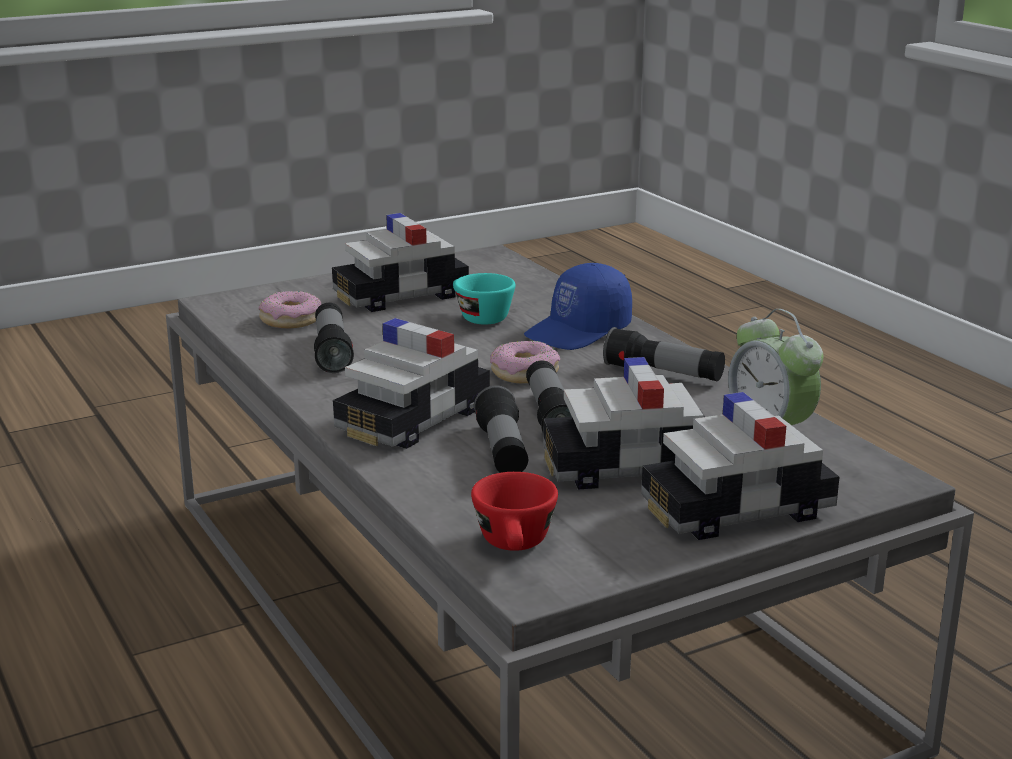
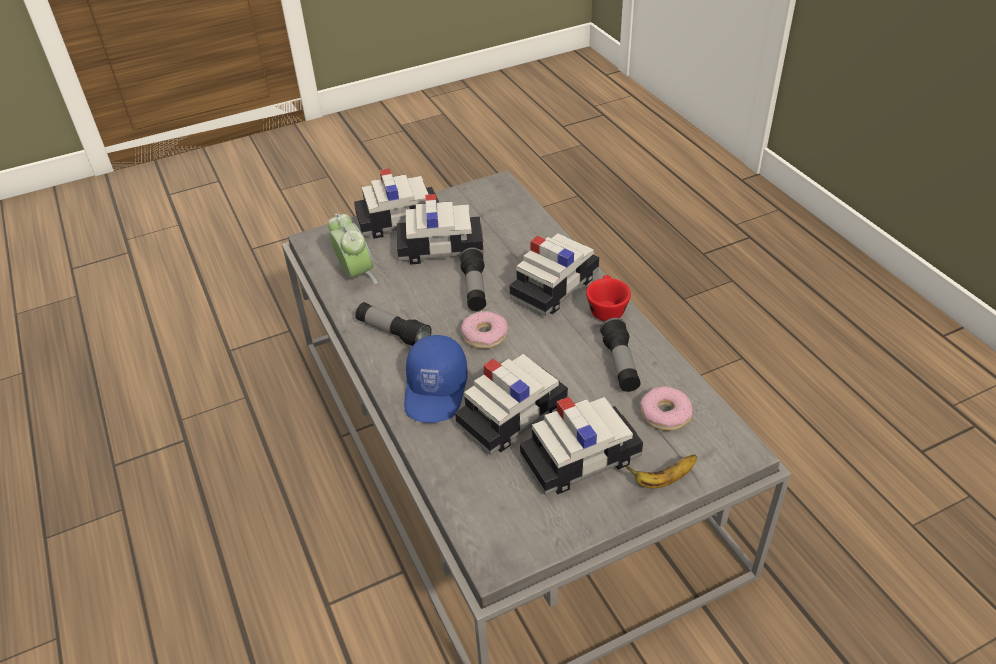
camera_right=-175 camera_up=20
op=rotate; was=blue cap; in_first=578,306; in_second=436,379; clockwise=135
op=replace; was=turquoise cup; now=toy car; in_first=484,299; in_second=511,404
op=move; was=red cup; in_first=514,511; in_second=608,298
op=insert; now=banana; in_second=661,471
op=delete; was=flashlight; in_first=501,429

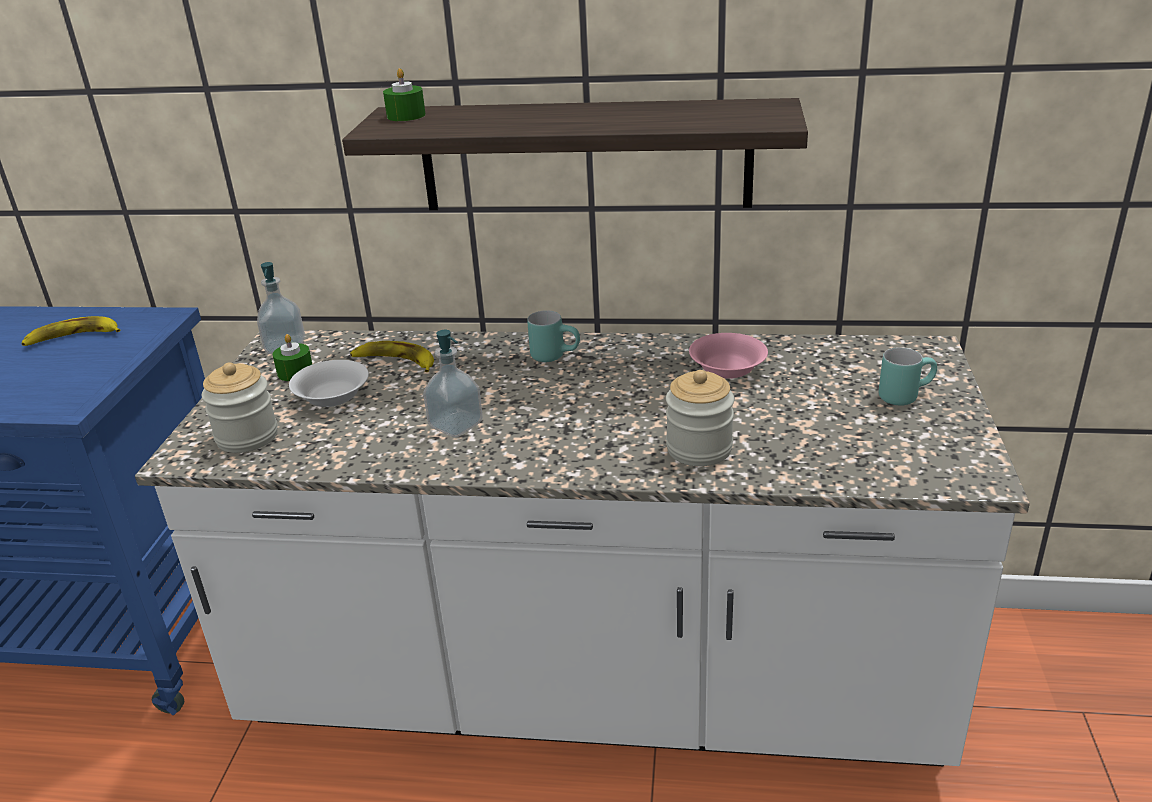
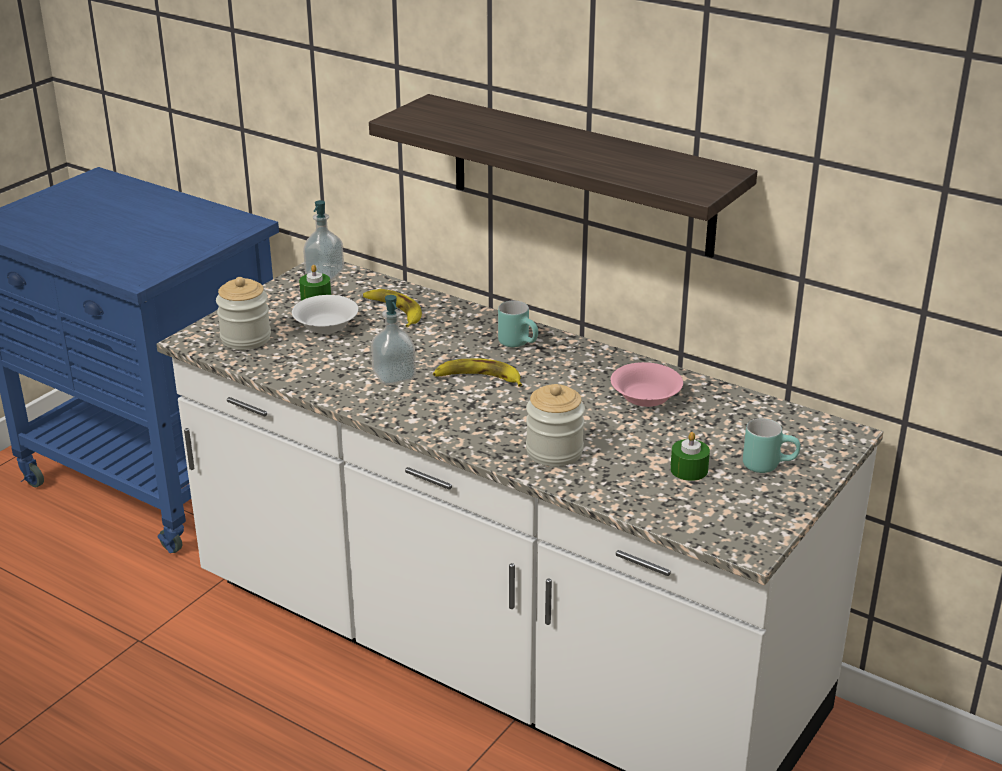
camera_right=25 camera_up=0
op=move; was=banana; in_first=71,331; in_second=477,372
op=move; was=green candle; in_first=404,94; in_second=690,456

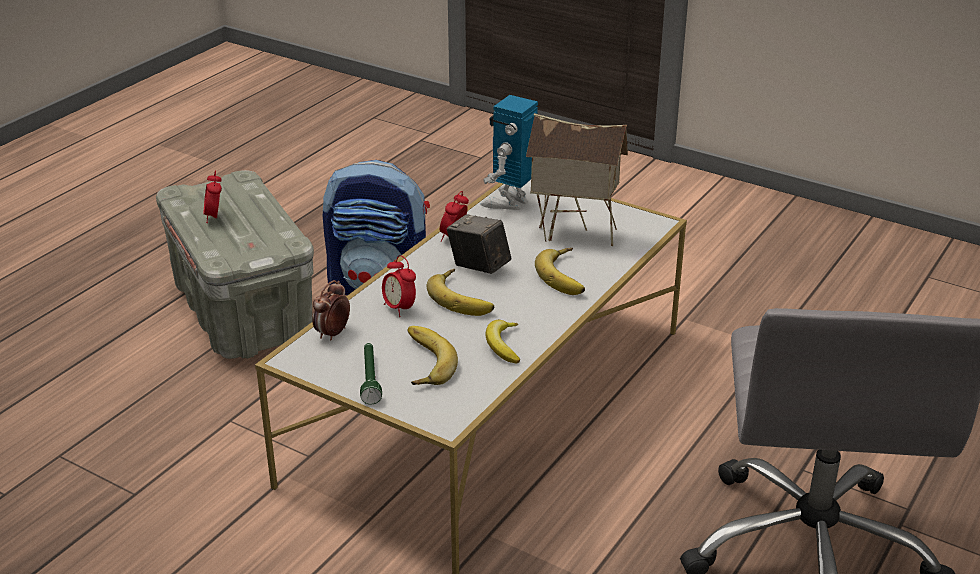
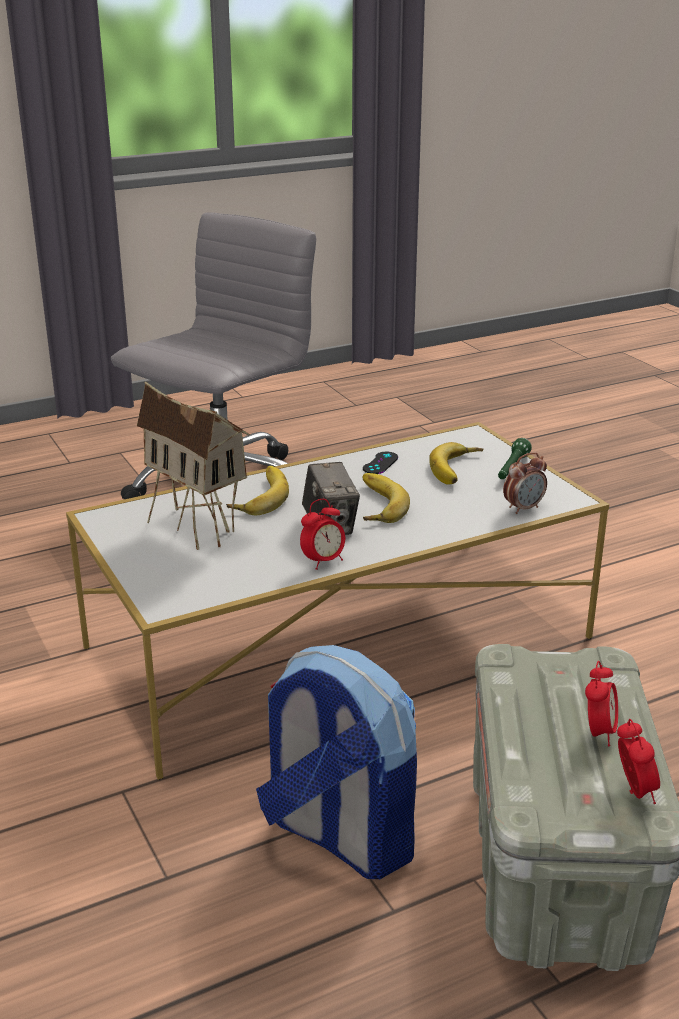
camera_right=-150 camera_up=-5
op=replace; was=banana; now=black game controller; in_first=502,342; in_second=380,463
op=move; was=alarm clock; in_first=399,286; in_second=638,761
op=delete; was=toy robot; in_first=509,152

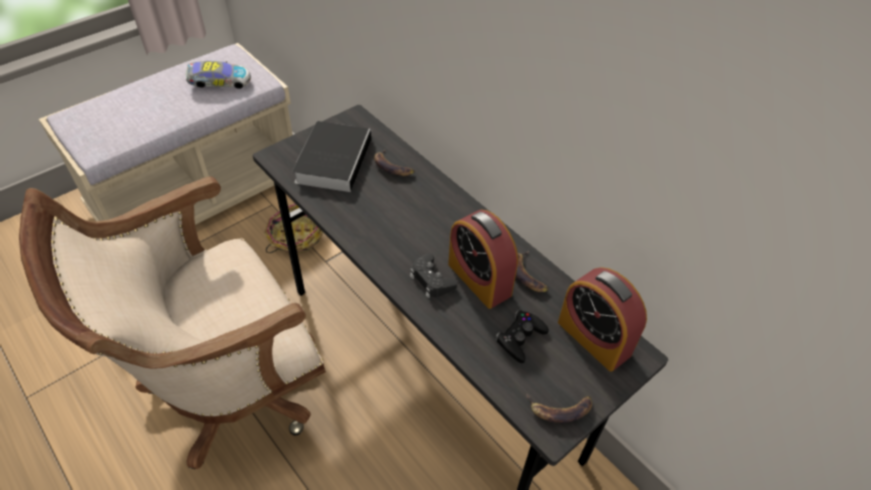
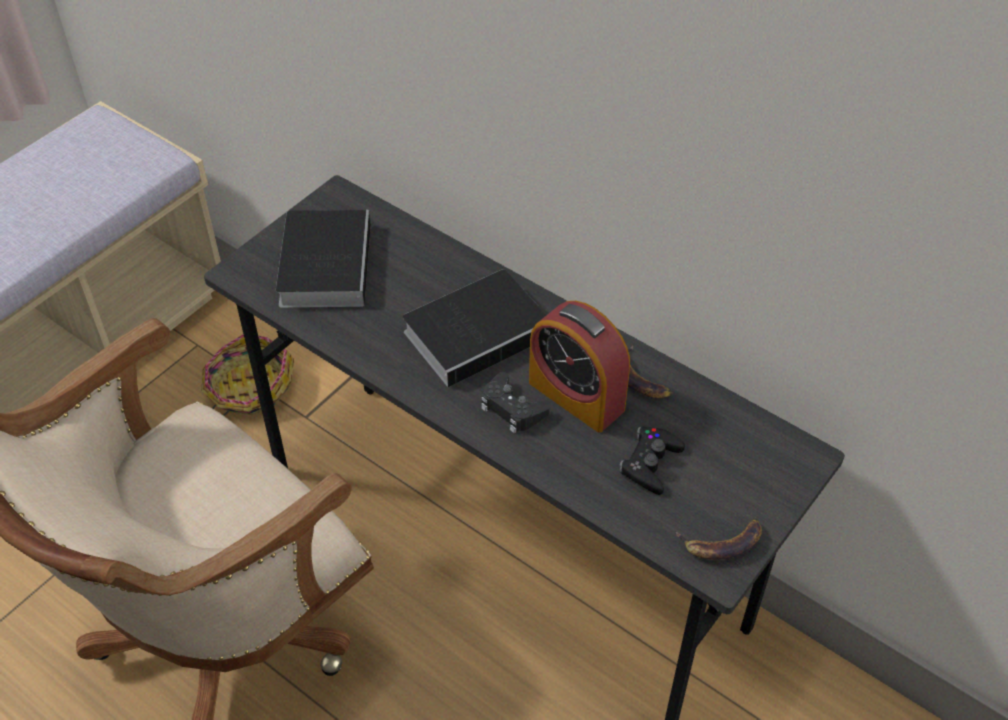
camera_right=-10 camera_up=0
op=insert; now=book; in_second=474,328
op=delete; was=toy car; in_first=218,75
op=delete; was=banana; in_first=394,163
op=delete; was=alarm clock; in_first=602,319

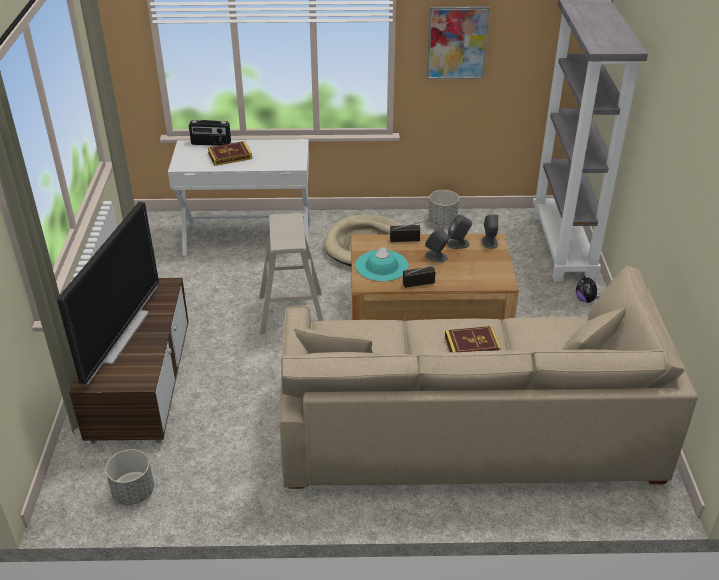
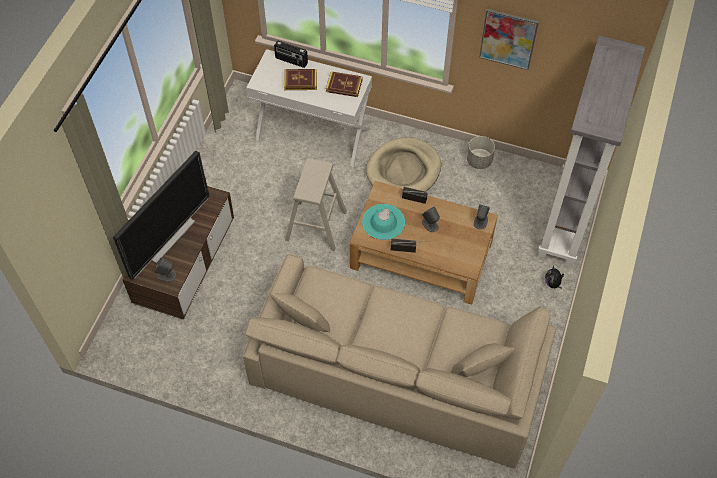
camera_right=20 camera_up=20
op=move; was=grey speaker; in_first=459,231; in_second=165,269
op=move; was=book; in_first=473,339; in_second=344,84
op=delete; was=grey planter; in_first=129,477

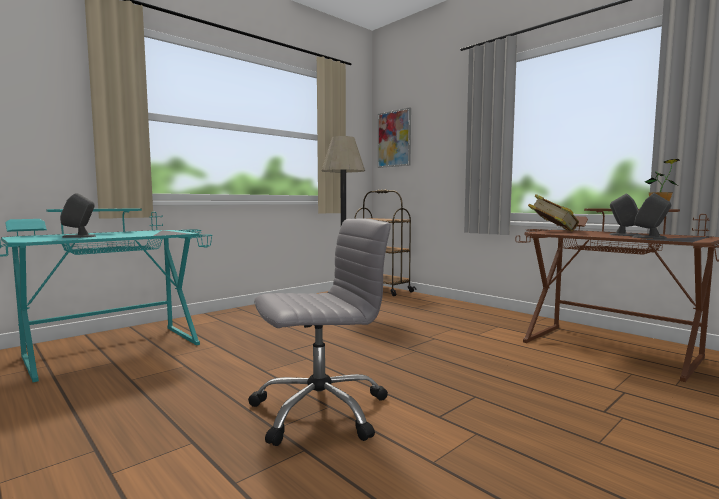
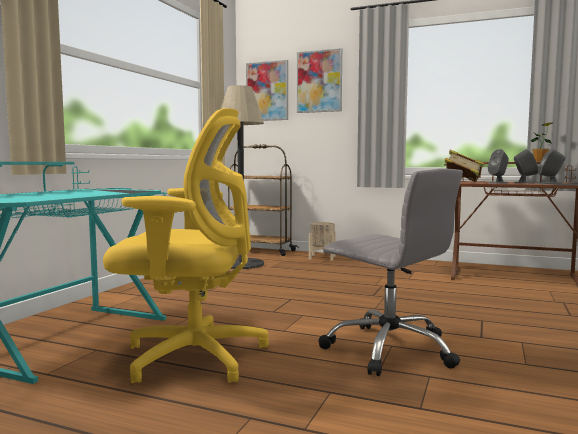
camera_right=-25 camera_up=0
op=insert; now=yellow office chair; in_second=186,245
op=insert; now=picture; in_second=319,80
op=insert; now=beige planter; in_second=322,241
op=rotate; was=grey office chair; in_first=319,332; in_second=390,272; clockwise=90
op=move; was=grey speaker; in_first=78,215; in_second=498,166

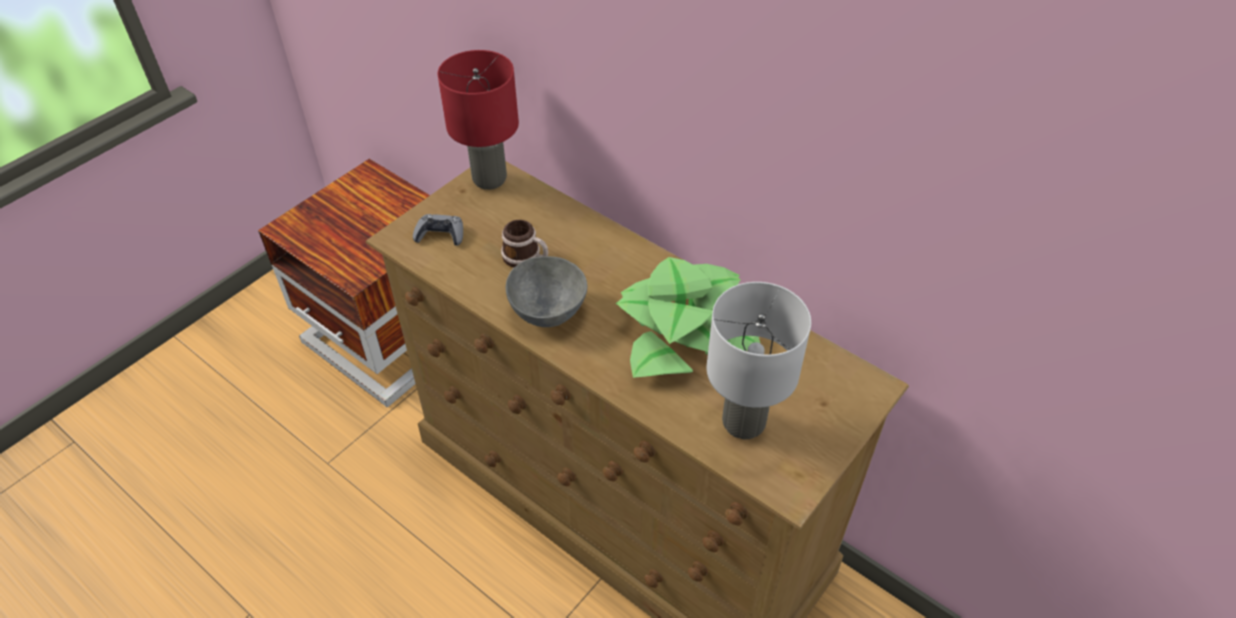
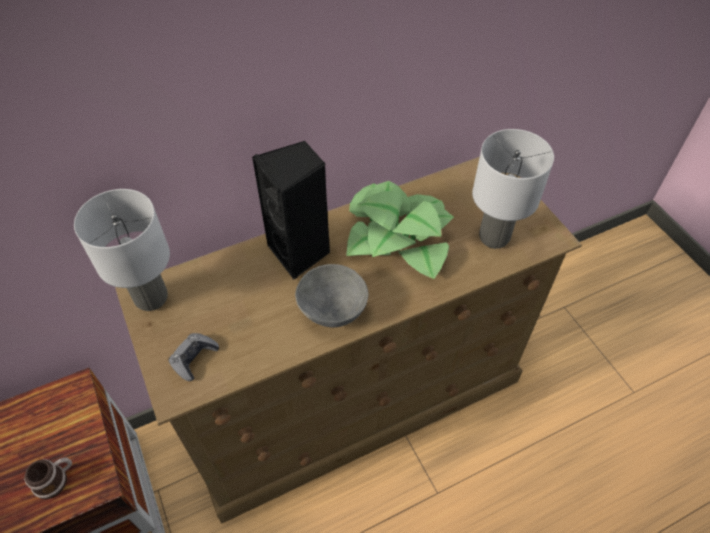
camera_right=-65 camera_up=5
op=move; was=mug; in_first=524,243; in_second=48,478
op=recolor; was=red table lamp; now=white table lamp; in_first=478,120; in_second=122,250
op=insert; now=black speaker; in_second=291,210

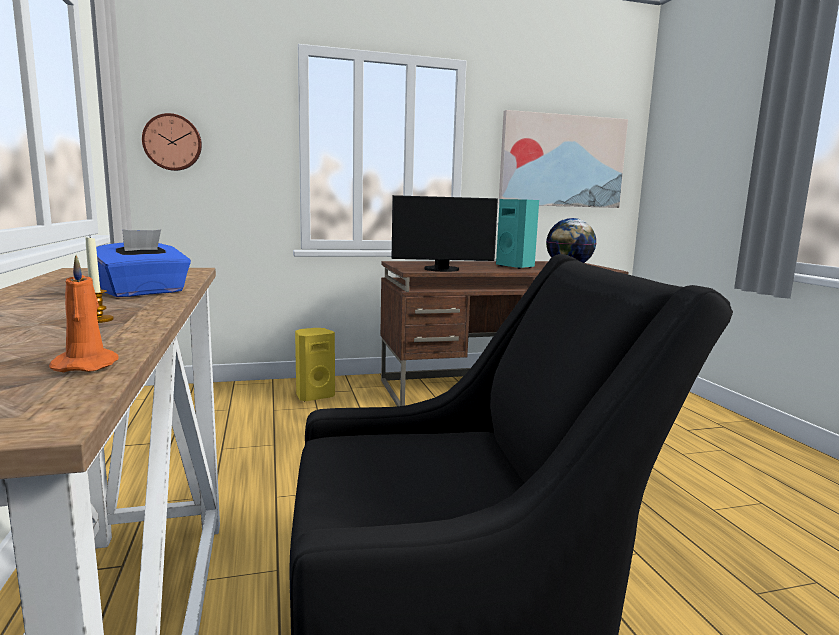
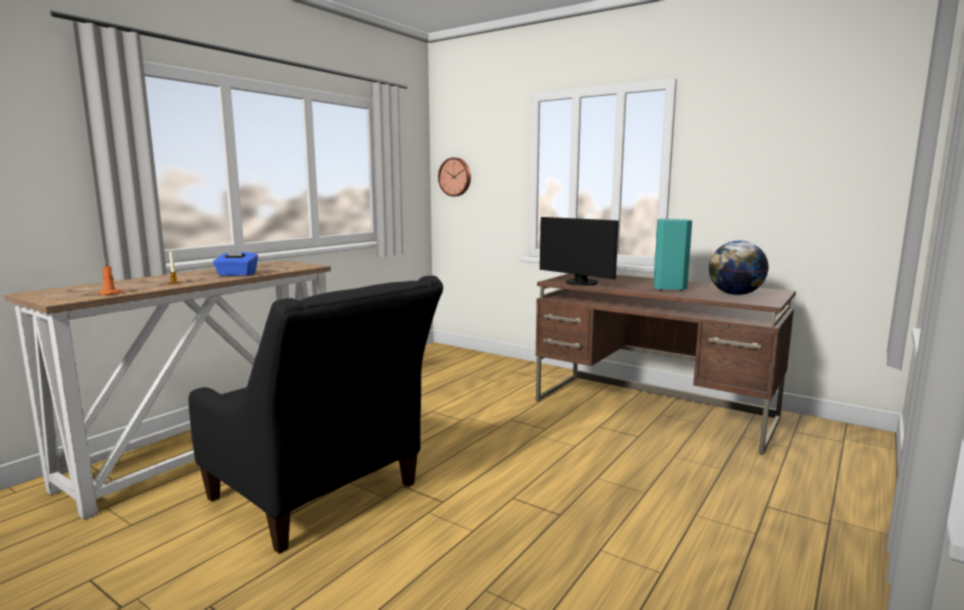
camera_right=50 camera_up=0
op=delete; was=yellow speaker; in_first=315,364
op=delete; was=picture; in_first=563,159

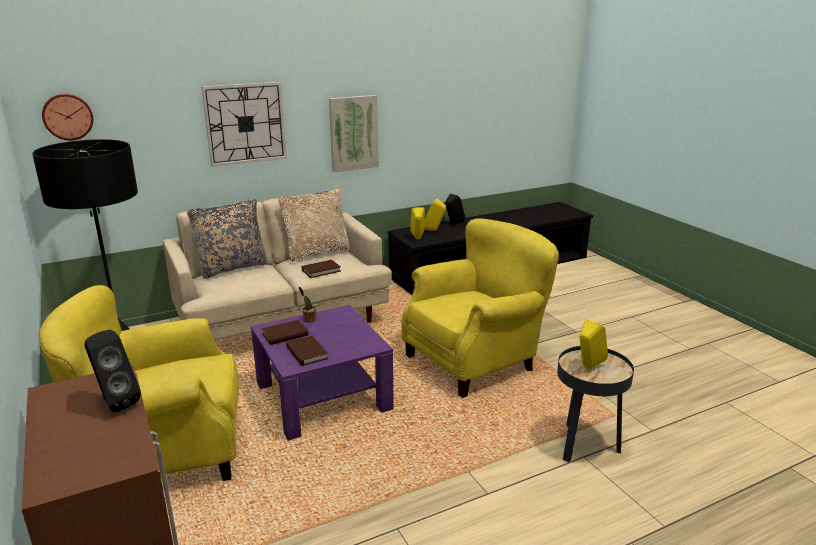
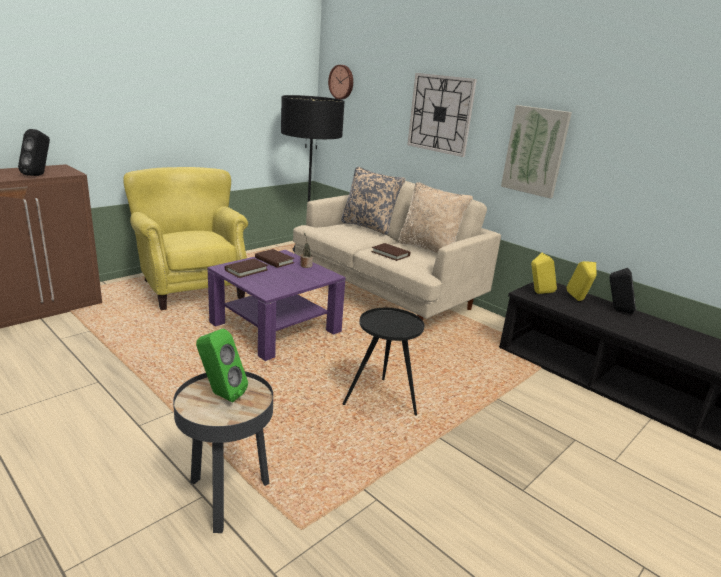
camera_right=70 camera_up=0
op=recolor; was=yellow speaker; now=green speaker; in_first=594,344; in_second=222,365
op=replace; was=yellow armchair; now=black side table; in_first=480,308; in_second=383,362

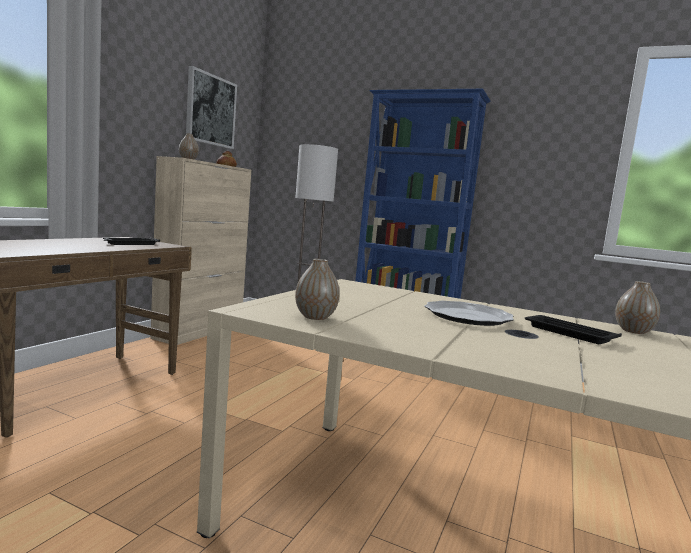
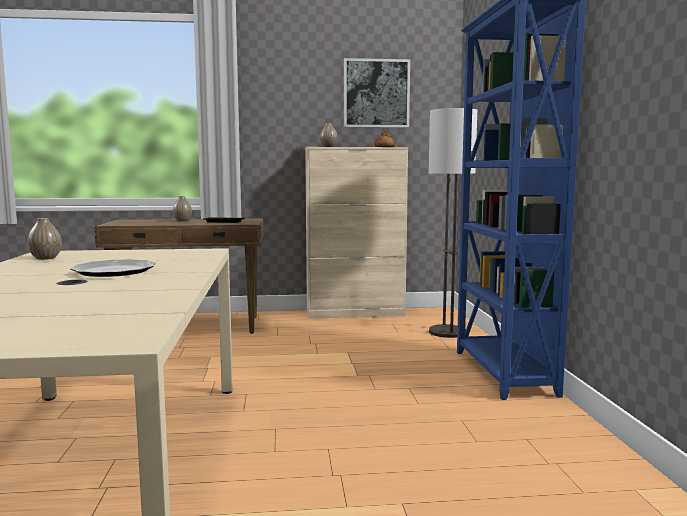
camera_right=60 camera_up=0
op=move; was=vase; in_first=637,307; in_second=182,208
op=delete; was=black tray; in_first=573,329

